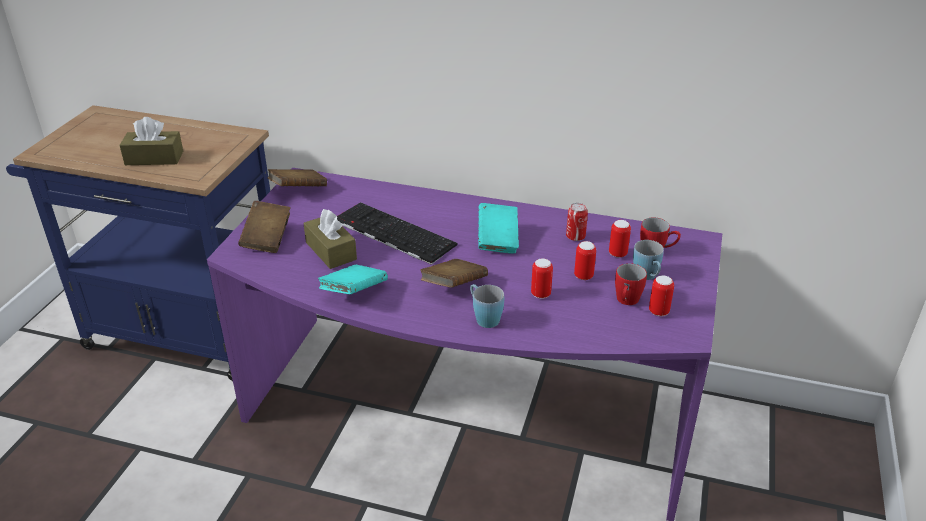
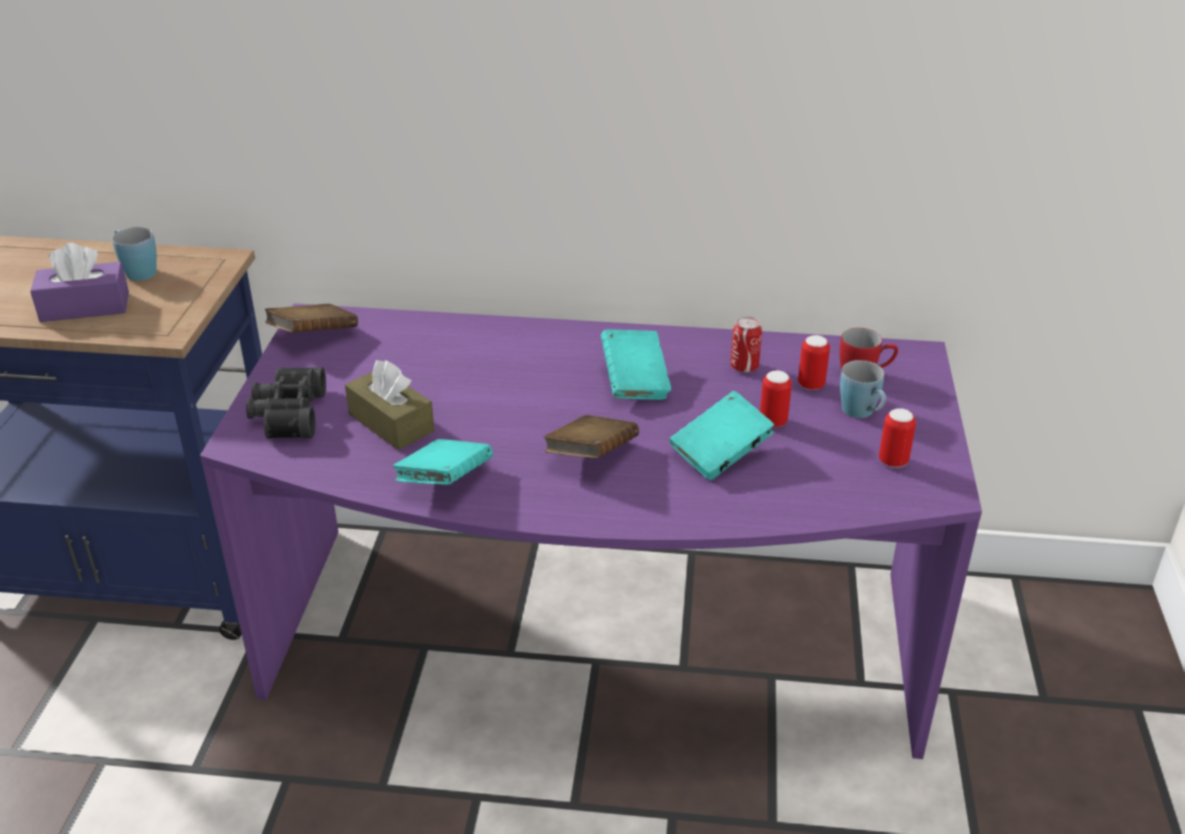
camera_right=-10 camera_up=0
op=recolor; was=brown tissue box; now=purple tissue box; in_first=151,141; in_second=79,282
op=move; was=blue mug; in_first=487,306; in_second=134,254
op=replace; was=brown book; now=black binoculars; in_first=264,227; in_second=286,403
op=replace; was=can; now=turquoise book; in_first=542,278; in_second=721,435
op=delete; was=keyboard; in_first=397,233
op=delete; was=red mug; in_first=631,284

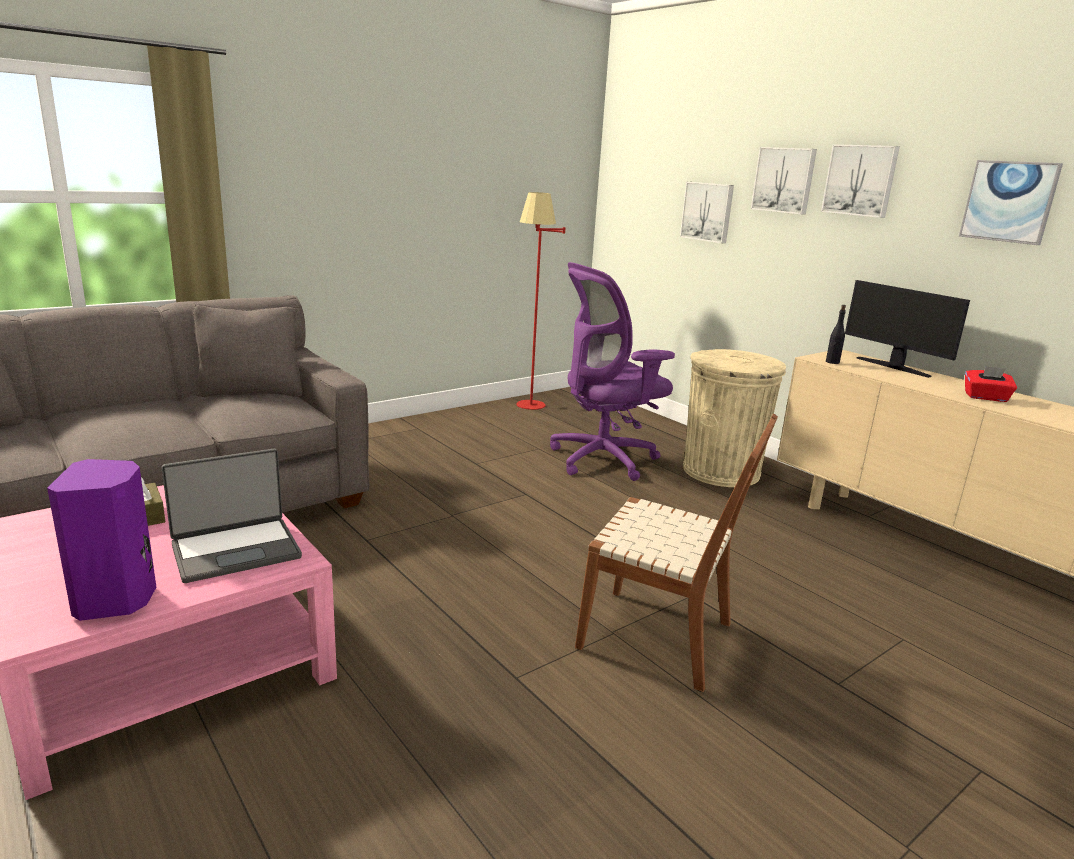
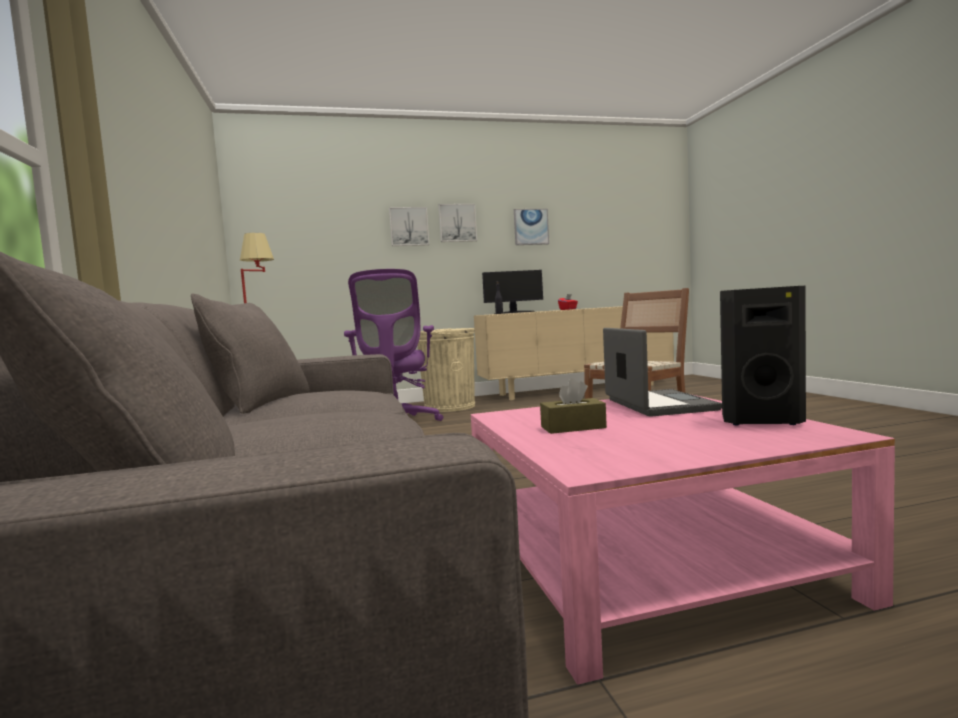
camera_right=-65 camera_up=-15
op=recolor; was=purple speaker; now=black speaker; in_first=101,540; in_second=763,355
op=delete; was=picture; in_first=707,212

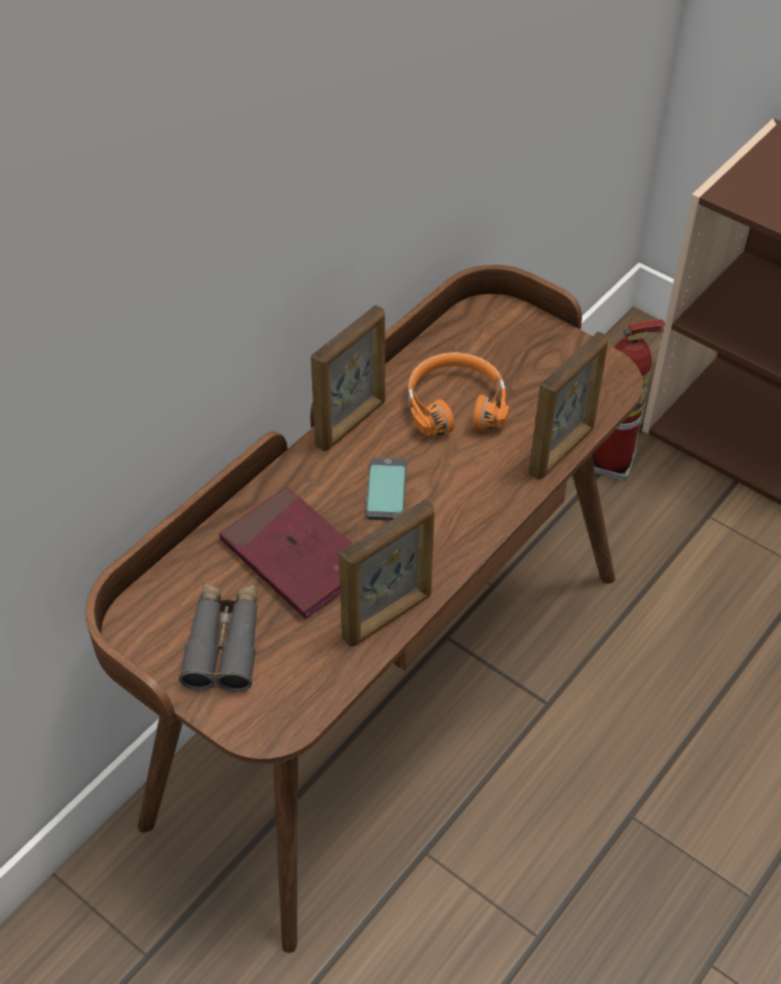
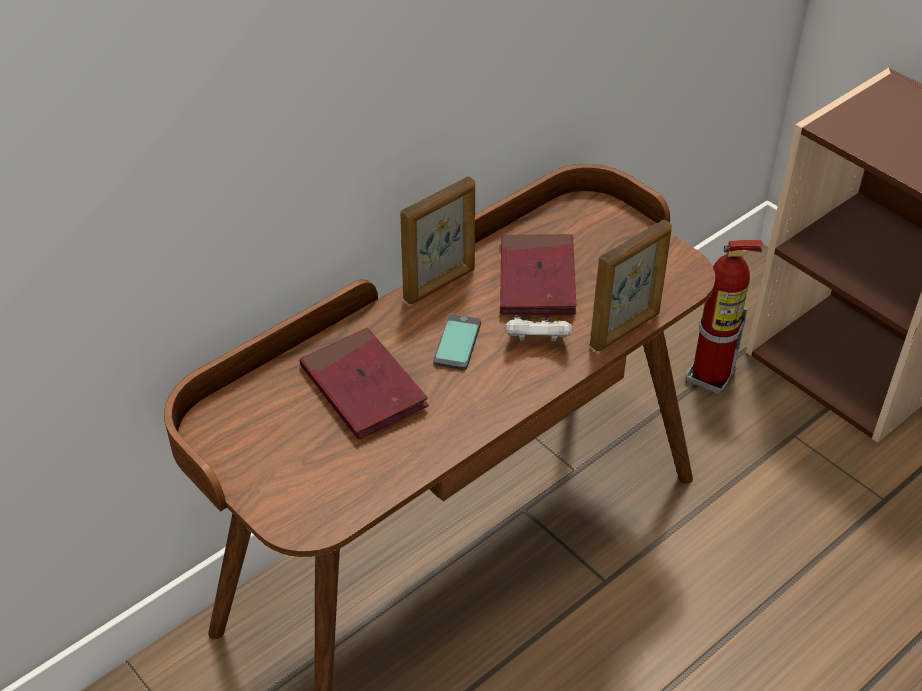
camera_right=10 camera_up=-5
op=replace; was=orange headphones; now=red book; in_first=458,394; in_second=538,274
op=insert; now=white game controller; in_second=538,328
op=delete; was=grey binoculars; in_first=218,637
op=delete; was=picture frame; in_first=387,573

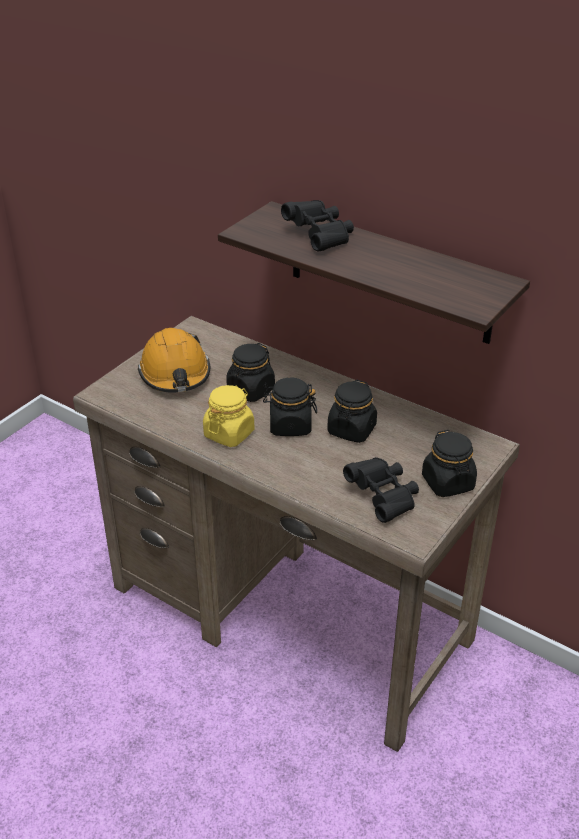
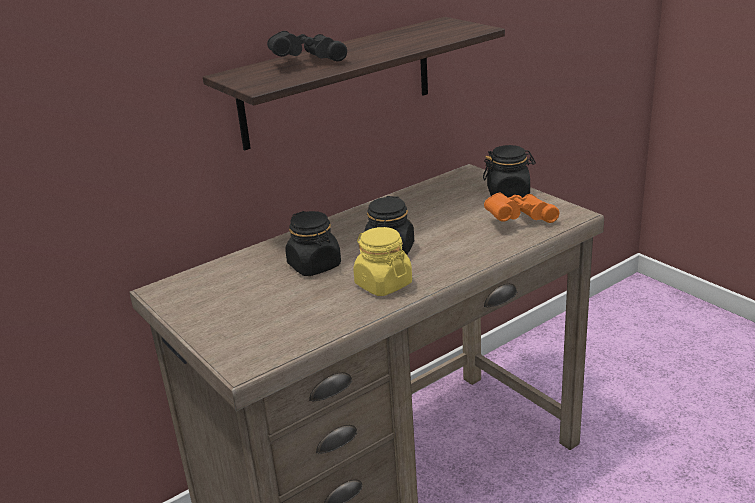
camera_right=-70 camera_up=-10
op=recolor; was=black binoculars; now=orange binoculars; in_first=381,490; in_second=521,208
op=delete; was=orange hard hat; in_first=174,360
op=delete; was=black jar; in_first=352,411

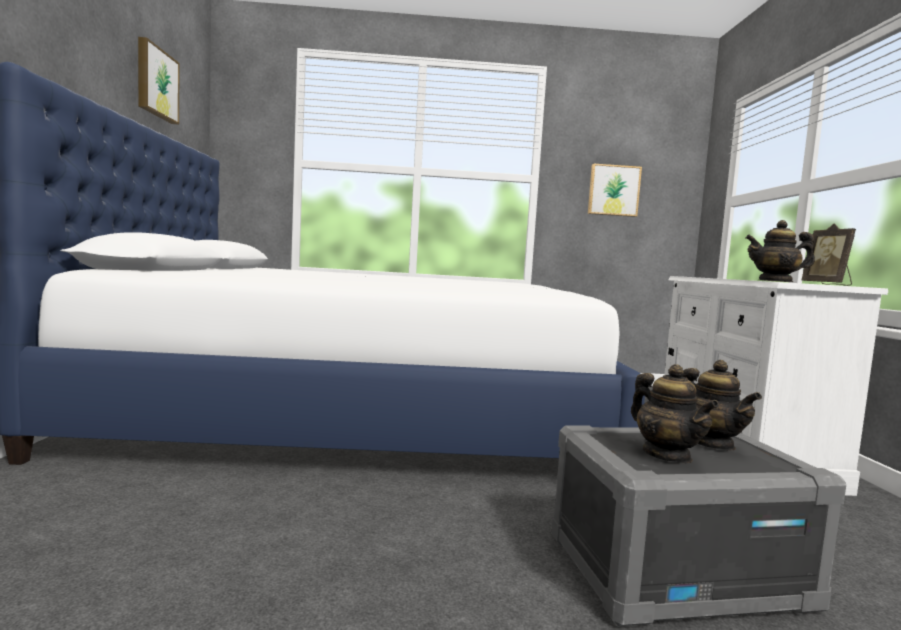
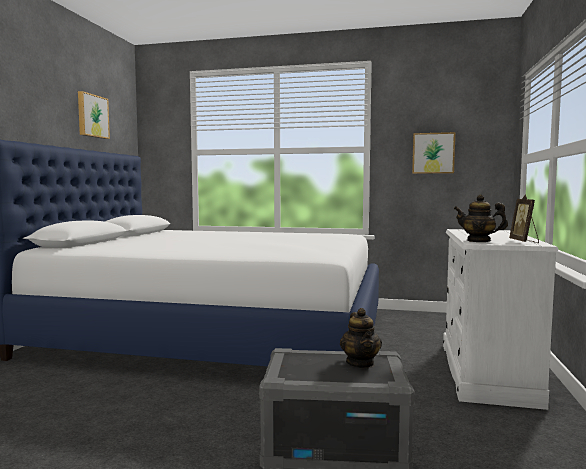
camera_right=15 camera_up=0
op=delete; was=teapot; in_first=675,413

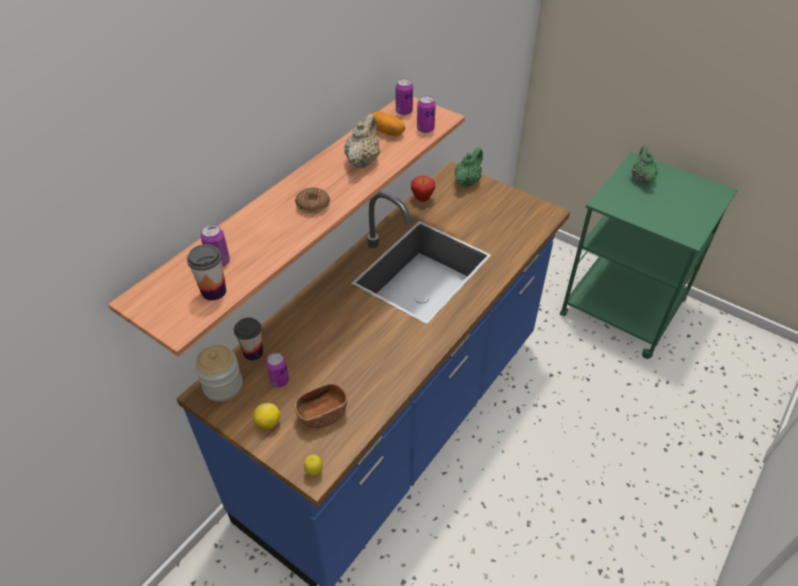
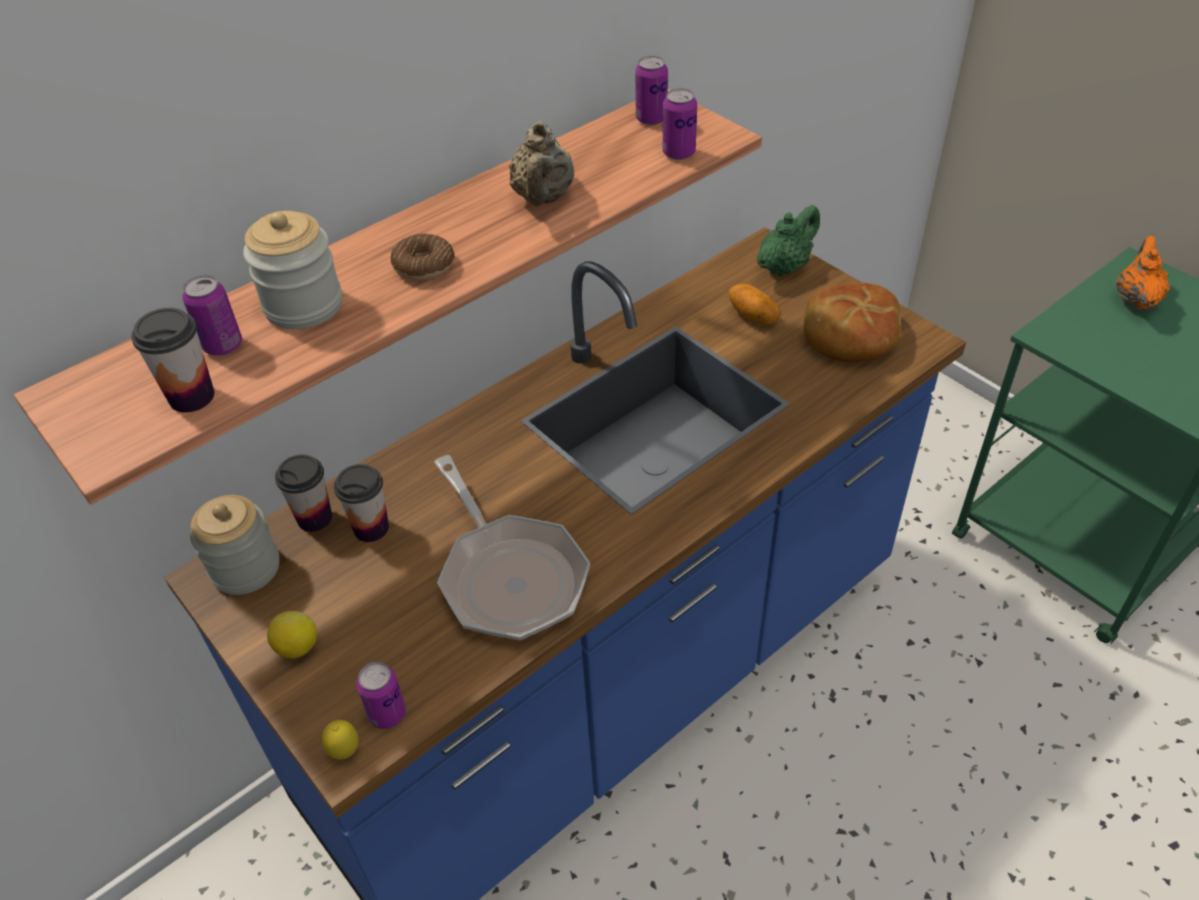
camera_right=15 camera_up=0
op=insert; now=jar; in_second=292,270
op=insert; now=cup; in_second=361,503
op=move; was=can; in_first=277,370; in_second=381,695
op=insert; now=frying pan; in_second=512,547
op=rotate; was=beige teapot; in_first=362,141; in_second=541,163; clockwise=150
op=move; was=potato; in_first=389,123; in_second=755,304
op=insert; now=bread; in_second=852,322
op=recolor; was=green teapot; now=orange teapot; in_first=645,164; in_second=1143,273
op=delete; was=brown bowl; in_first=321,405
op=delete; was=apple; in_first=423,189

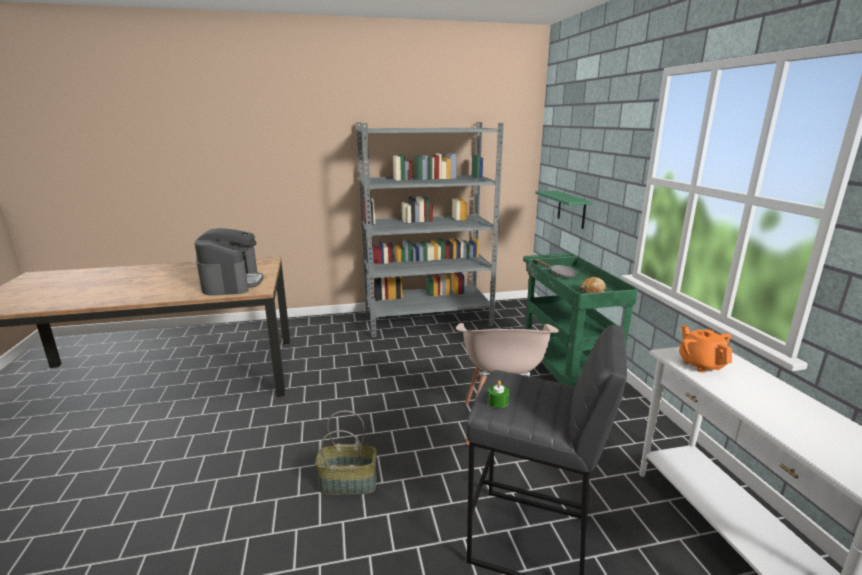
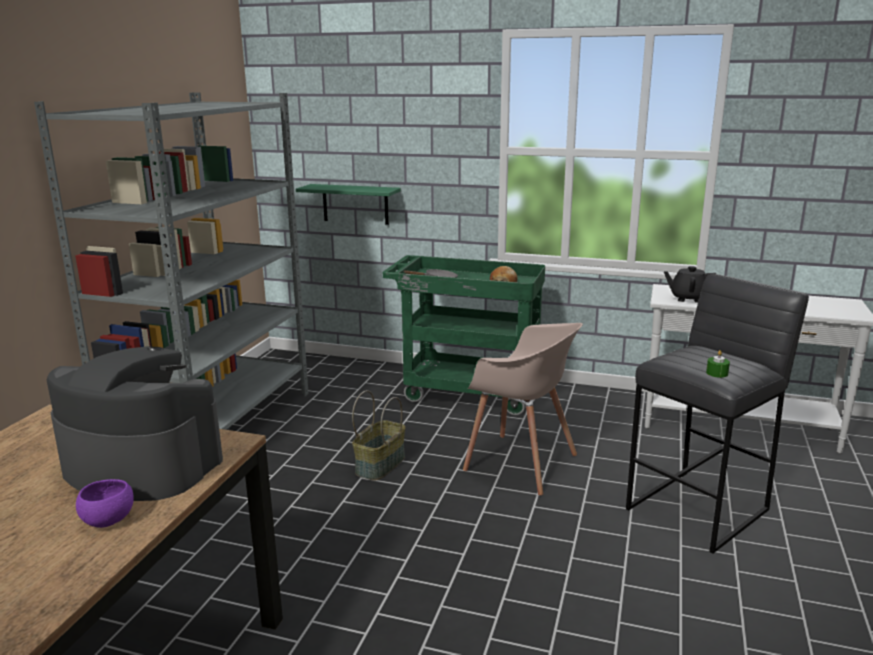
camera_right=-60 camera_up=0
op=insert; now=purple bowl; in_second=105,503
op=move; was=basket; in_first=346,452; in_second=378,435
op=recolor; was=orange teapot; now=black teapot; in_first=705,349; in_second=690,284

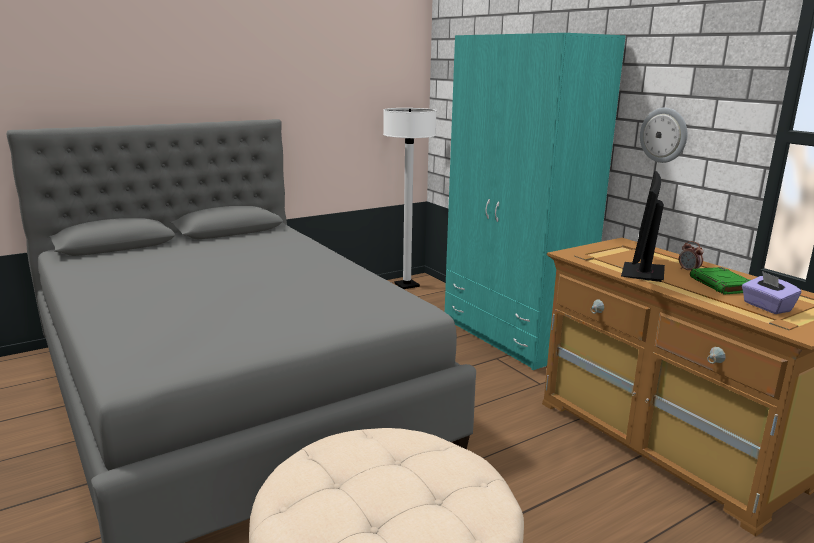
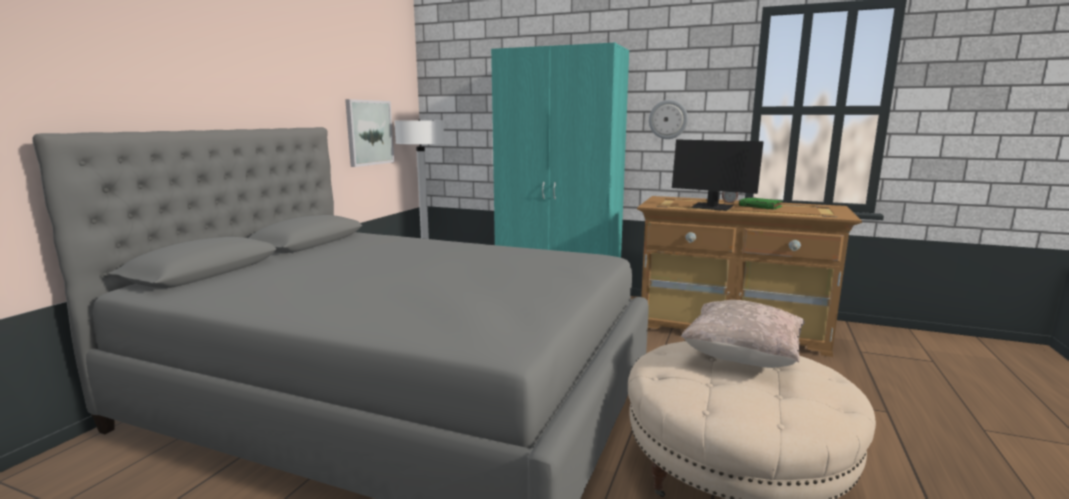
camera_right=-35 camera_up=-5
op=insert; now=picture; in_second=369,133
op=rotate; was=monitor; in_first=643,226; in_second=718,175; clockwise=-45
op=insert; now=beige pillow; in_second=743,334
op=delete; was=purple tissue box; in_first=772,292

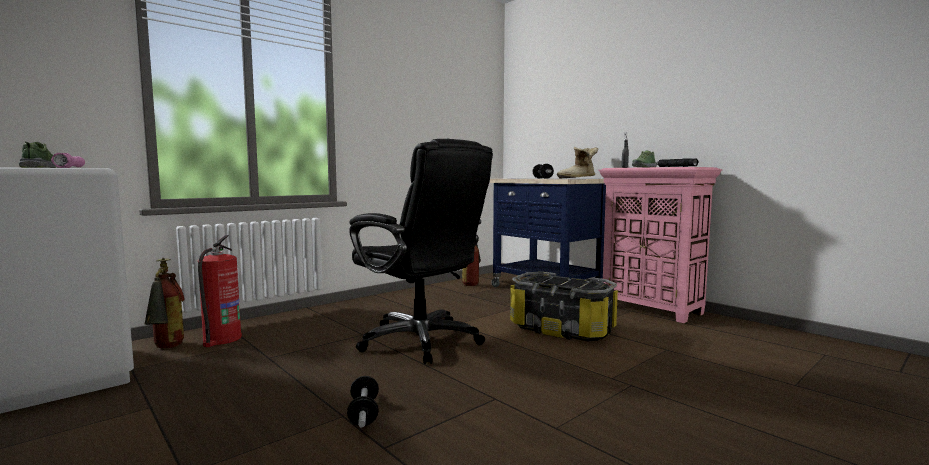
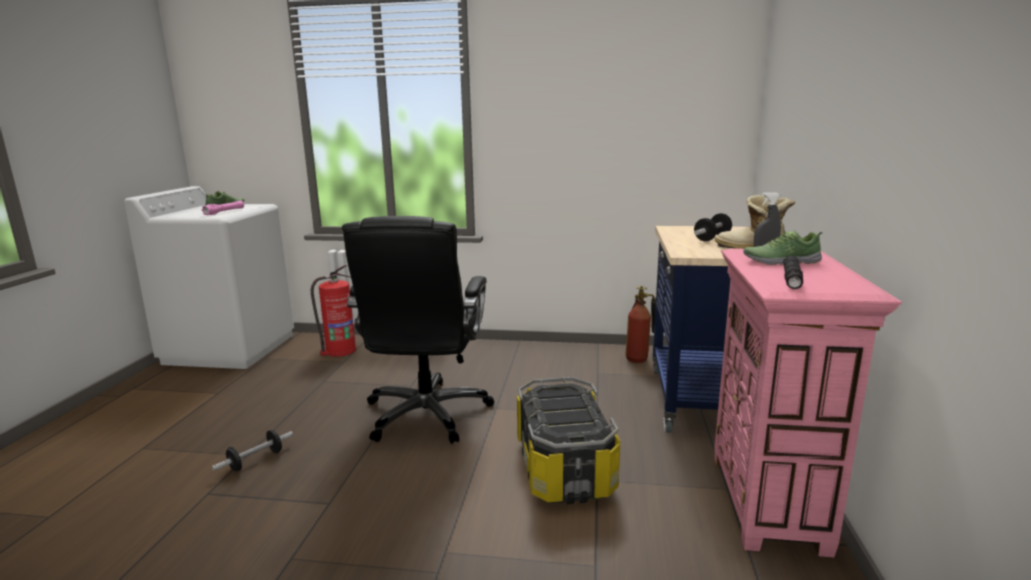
camera_right=50 camera_up=10
op=delete; was=fire extinguisher; in_first=165,303

